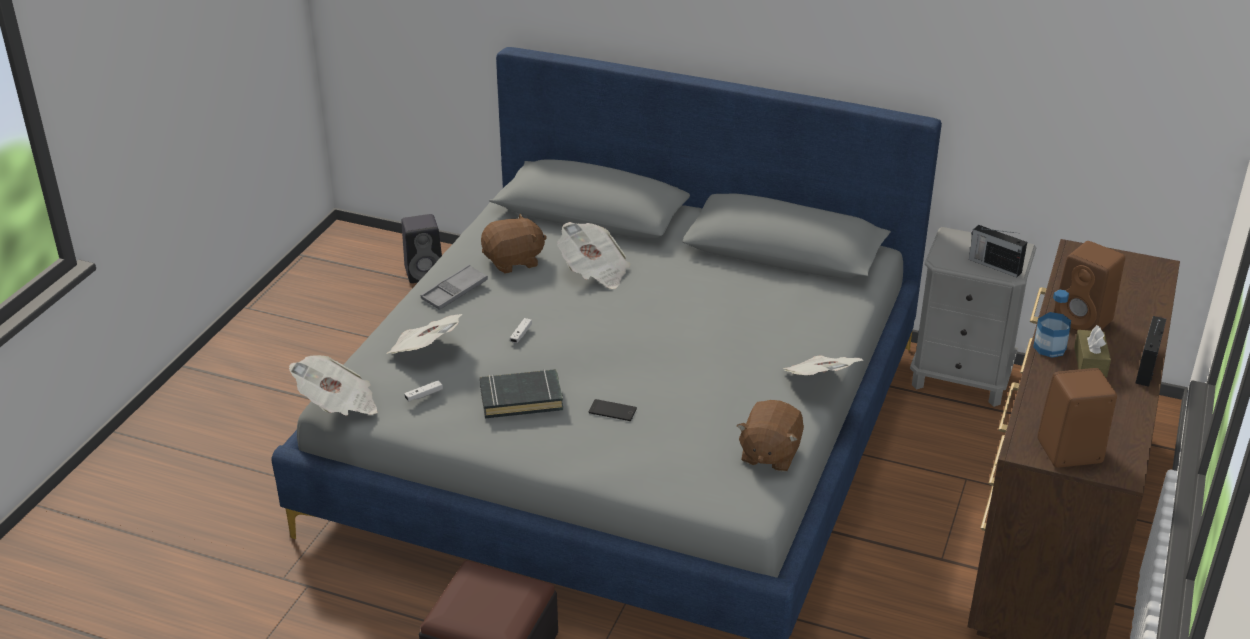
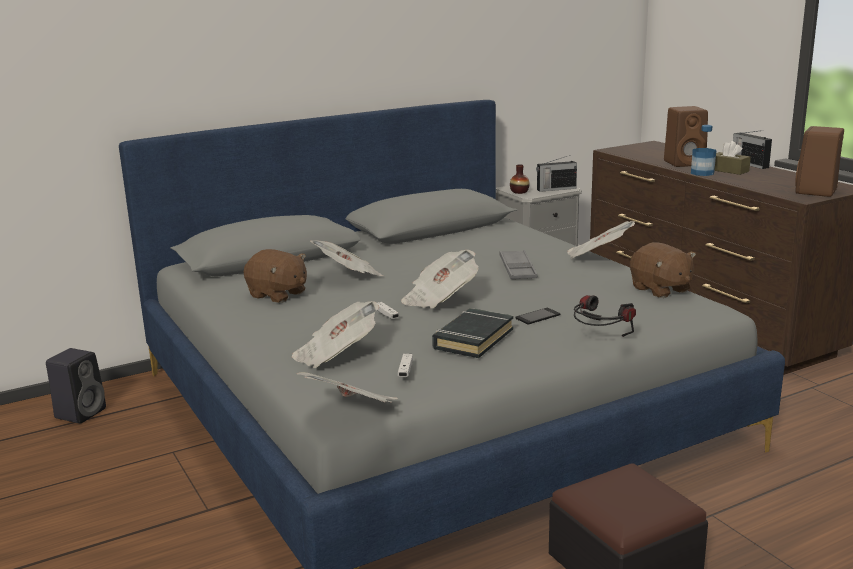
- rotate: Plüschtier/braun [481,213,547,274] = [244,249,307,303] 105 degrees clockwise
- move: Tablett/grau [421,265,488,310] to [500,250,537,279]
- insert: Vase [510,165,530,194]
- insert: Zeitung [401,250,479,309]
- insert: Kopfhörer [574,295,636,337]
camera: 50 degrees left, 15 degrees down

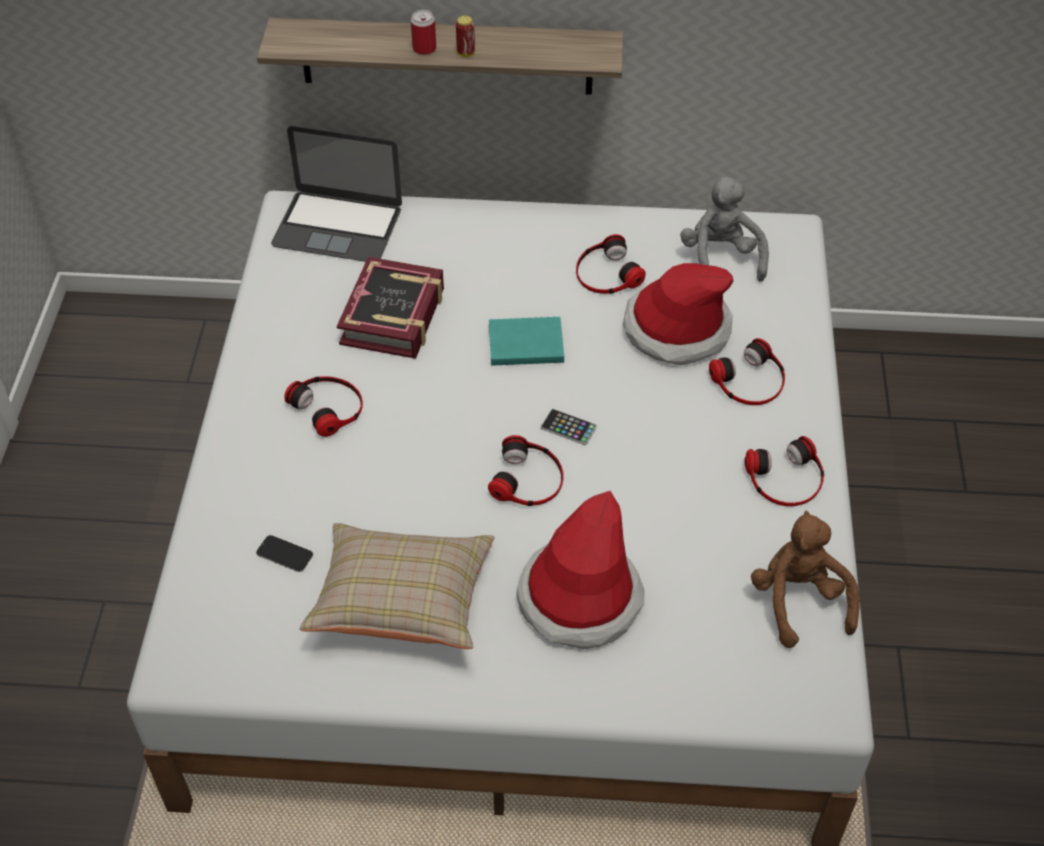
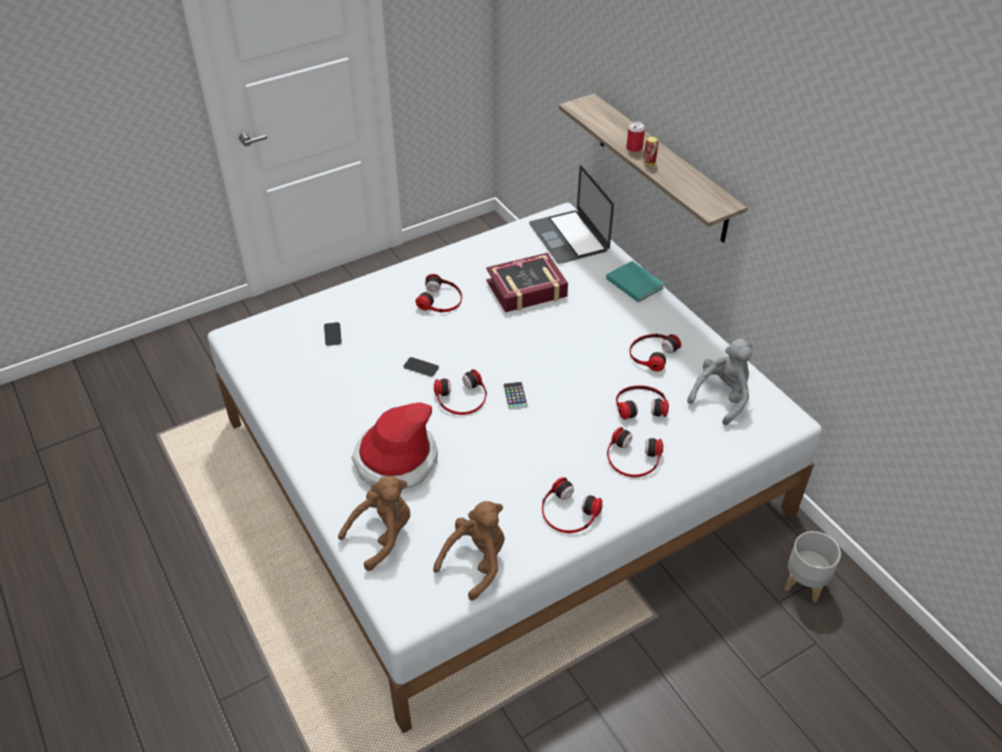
- replace: Hut [623,263,733,365] to Kopfhörer [616,385,669,420]
- move: Buch/türkis [489,317,564,366] to [606,261,664,302]
- delete: Kissen/beige [300,523,494,649]
- insert: Handy [403,357,439,377]
- insert: Plüschtier/braun [338,476,410,571]
- insert: Pflanzkübel/grau [784,531,841,602]
camera: 55 degrees right, 5 degrees down

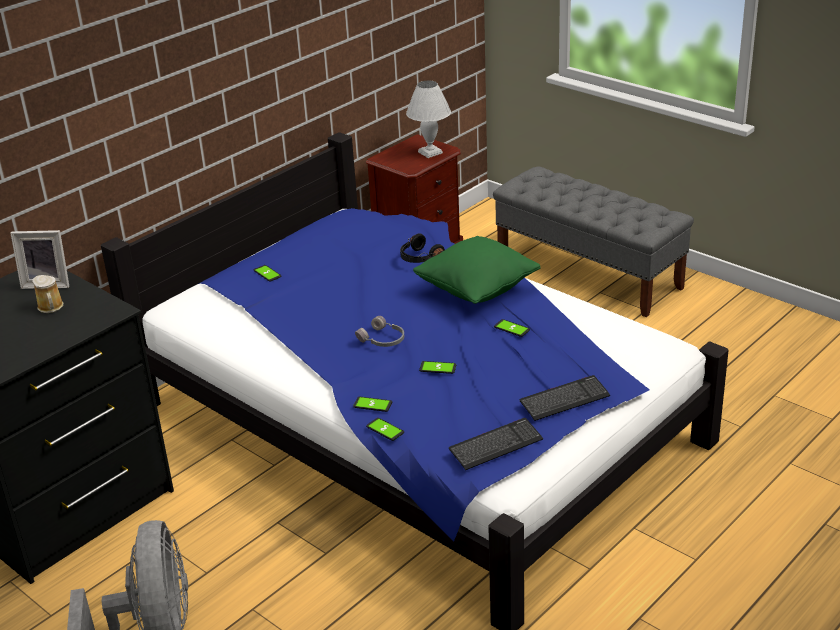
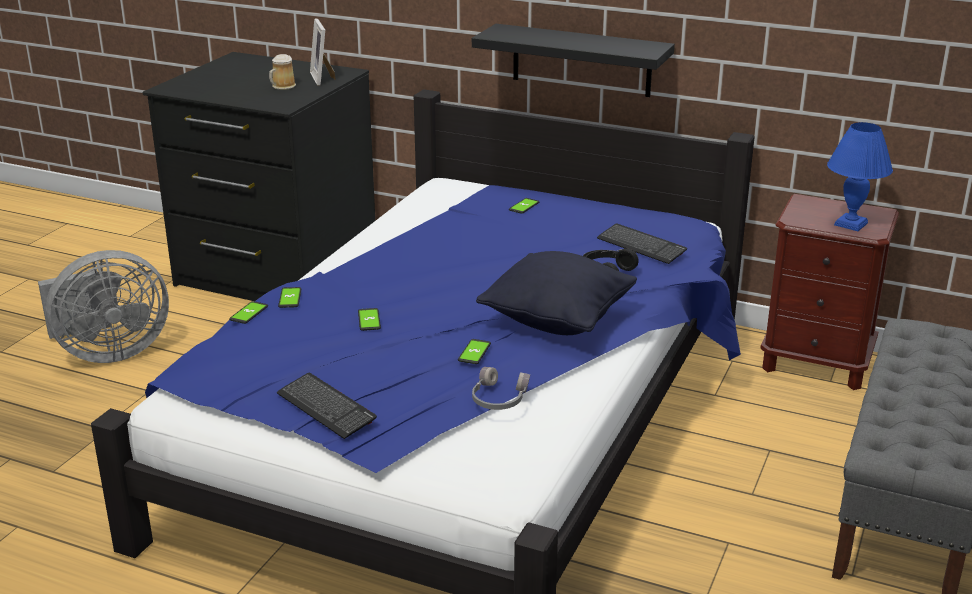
- recolor: Tischlampe/weiß [406,81,451,158] to Tischlampe/blau [827,122,893,231]
- recolor: Kissen/grün [413,236,541,304] to Kissen/schwarz [476,251,637,335]
- move: Kopfhörer/grau [355,316,404,347] to [472,367,530,410]
- move: Tastatur [449,418,543,470] to [597,223,687,264]
- insert: Wandregal/schwarz [472,24,675,97]
camera: 70 degrees right, 5 degrees down

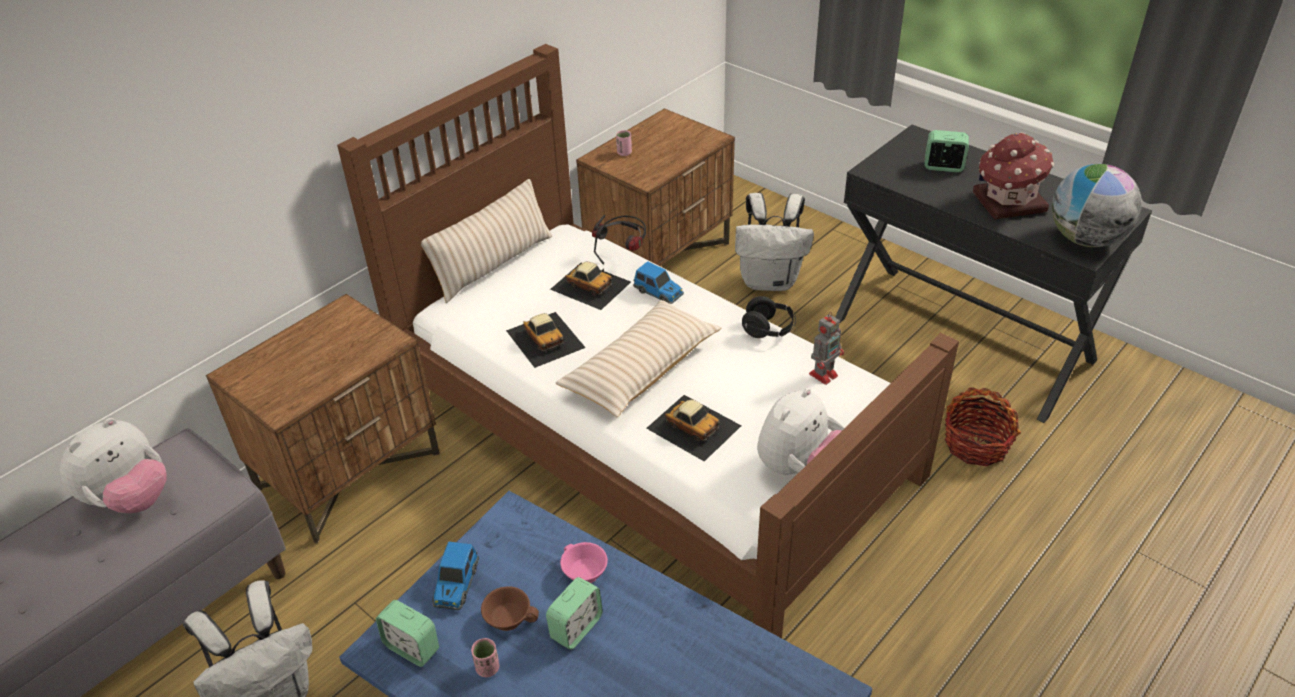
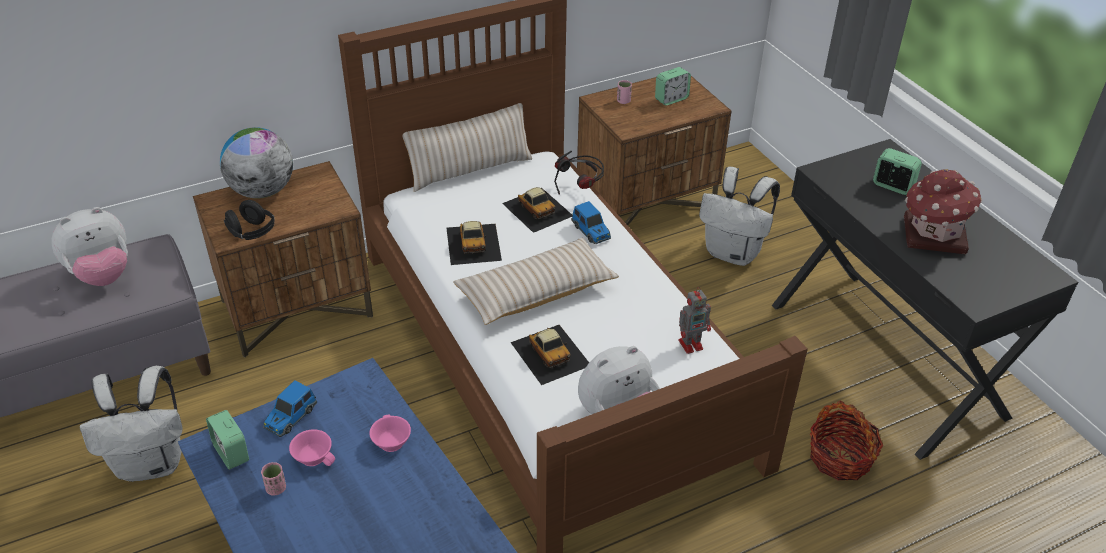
- move: Globus [1052,164,1142,247] to [220,127,293,199]
- move: Kopfhörer/schwarz [742,296,796,338] to [224,200,275,240]
- move: Wecker [546,577,603,650] to [655,67,691,106]
- recolor: Tasse/braun [481,586,539,631] to Tasse/rosa [289,429,335,466]
camera: 20 degrees right, 0 degrees up

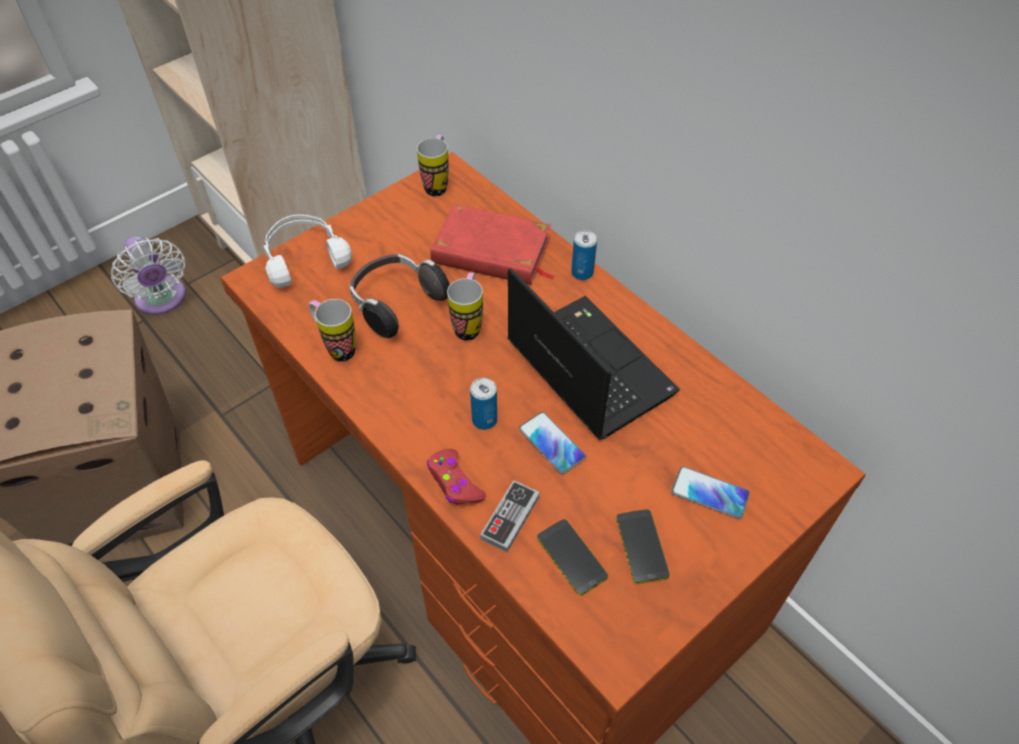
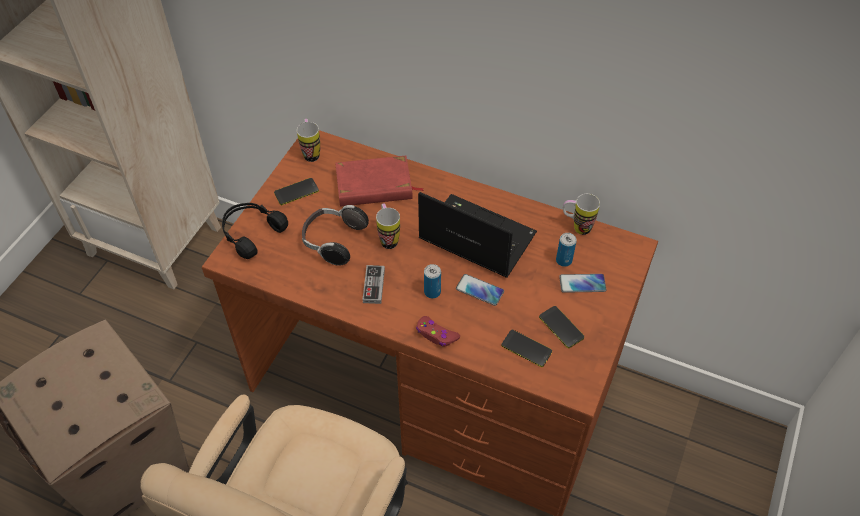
- recolor: Kopfhörer/weiß [264,214,352,288] to Kopfhörer/schwarz [222,203,288,259]
- move: Dose [571,230,597,280] to [556,233,577,267]
- delete: Ventilator/weiß [111,236,186,315]
- move: Henkelbecher [308,299,356,362] to [563,194,600,235]
- move: Gamepad [480,480,540,552] to [363,265,385,304]
- insert: Handy [274,178,319,205]
camera: 25 degrees left, 0 degrees up

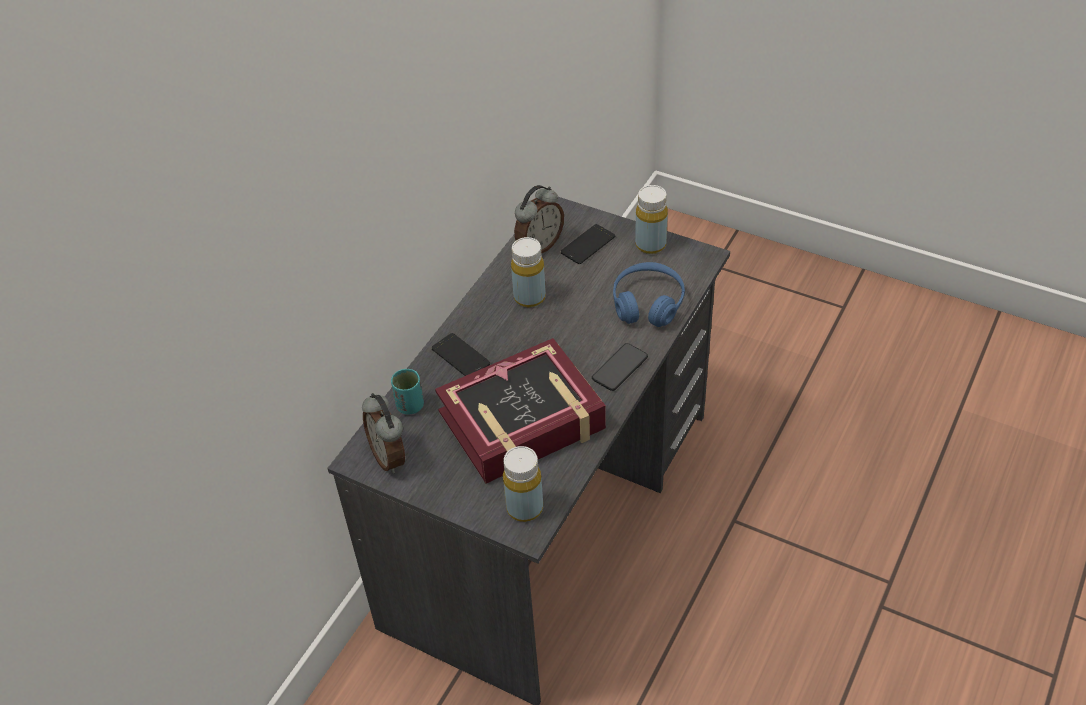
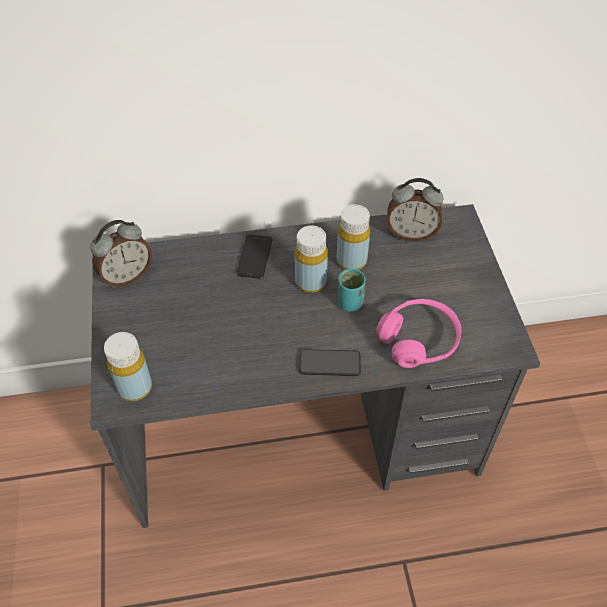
- move: Flasche/gelb [635,185,668,254] to [295,225,328,293]
- delete: Handy [561,224,615,264]
- recolor: Kopfhörer/blau [613,262,685,327] to Kopfhörer/rosa [376,299,461,368]
- delete: Buch [435,338,606,483]
- move: Tasse/türkis [391,369,424,415] to [338,269,366,311]
- rotate: Wecker [362,393,405,474] = [90,220,152,288] 150 degrees counterclockwise
camera: 50 degrees right, 5 degrees up

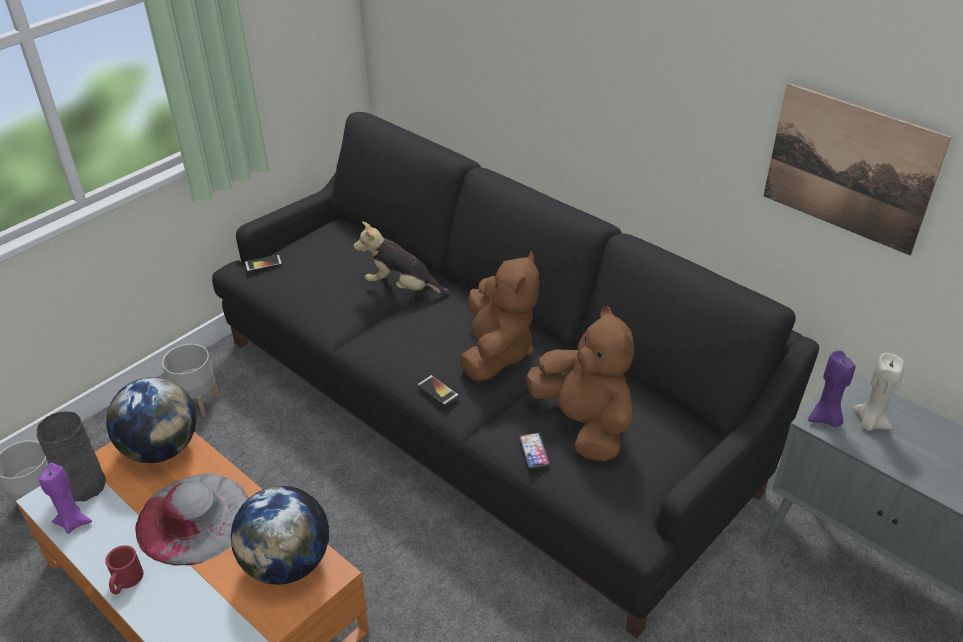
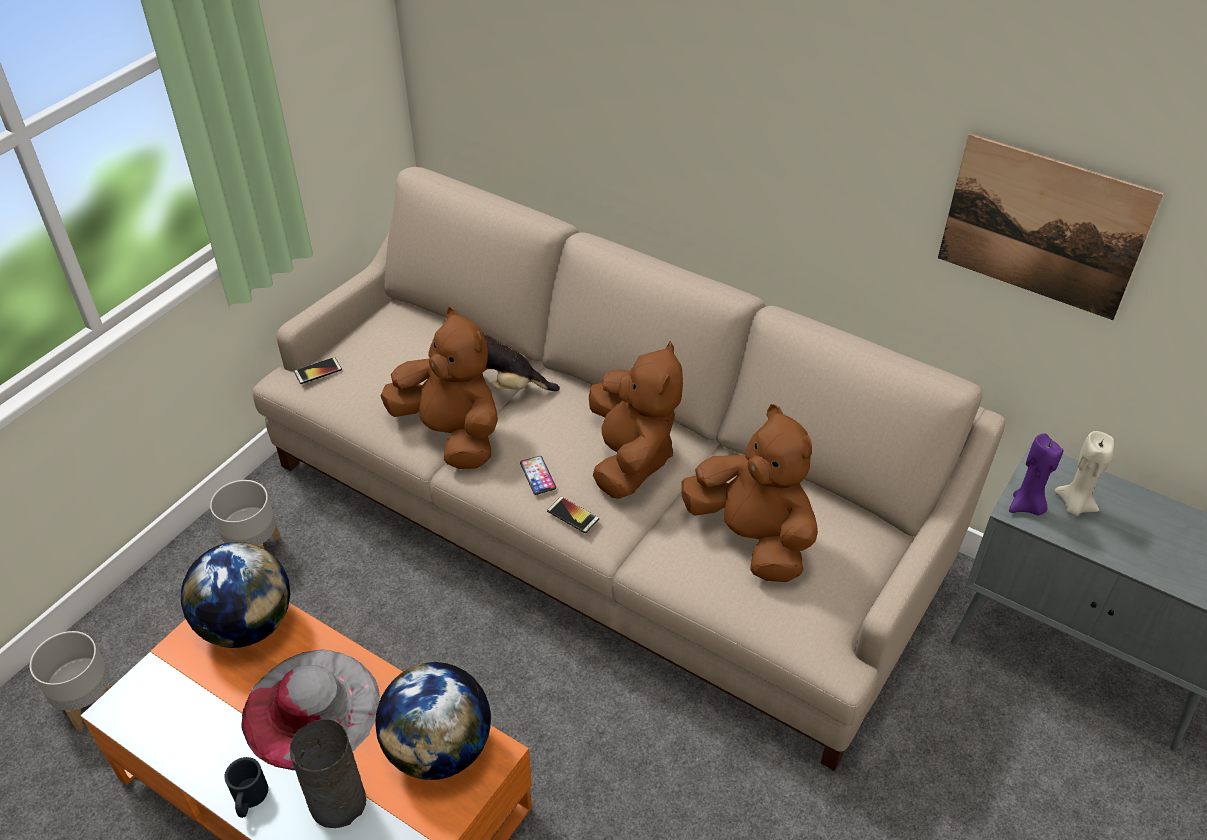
- recolor: Sofa/schwarz [212,112,819,638] to Sofa/beige [253,167,1005,771]
- move: Vase/grau [36,412,106,501] to [290,719,366,828]
- move: Handy [519,433,550,469] to [520,456,556,495]
- delete: Kerze/lila [39,463,92,534]
- recolor: Henkelbecher/rot [105,545,144,594] to Henkelbecher/schwarz [224,757,268,818]
- insert: Plüschtier/braun [381,307,498,469]
camera: 10 degrees left, 5 degrees up

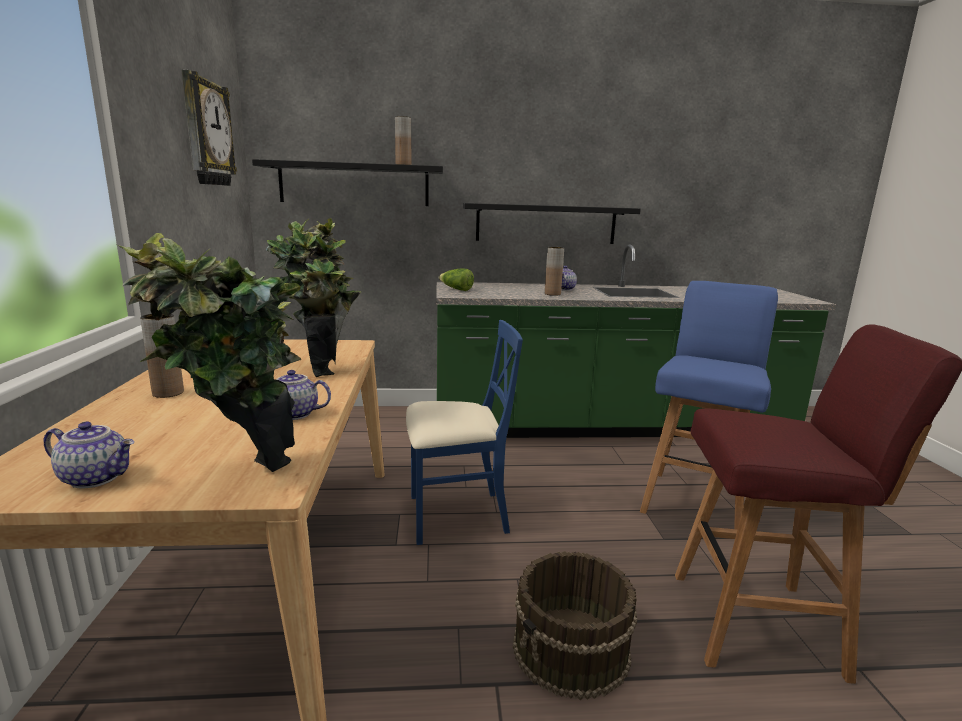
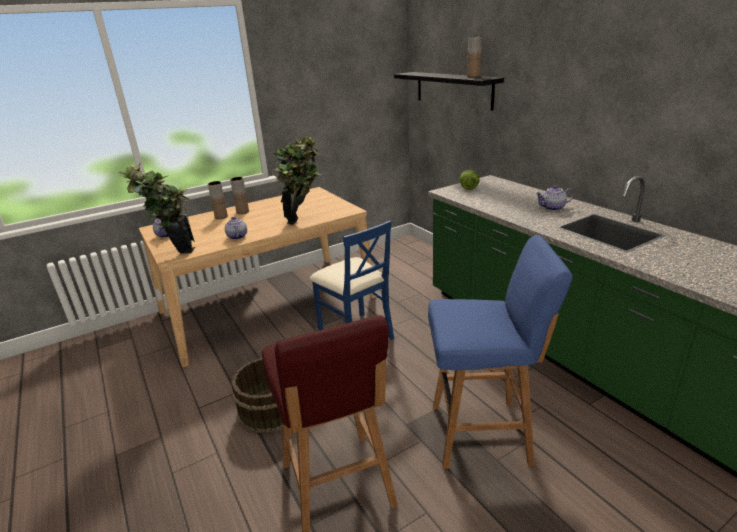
- delete: Wanduhr [181,70,237,186]
- delete: Wandregal/schwarz [463,203,641,244]
- move: Vase/braun [545,247,564,296] to [208,181,228,219]
camera: 65 degrees right, 10 degrees up

